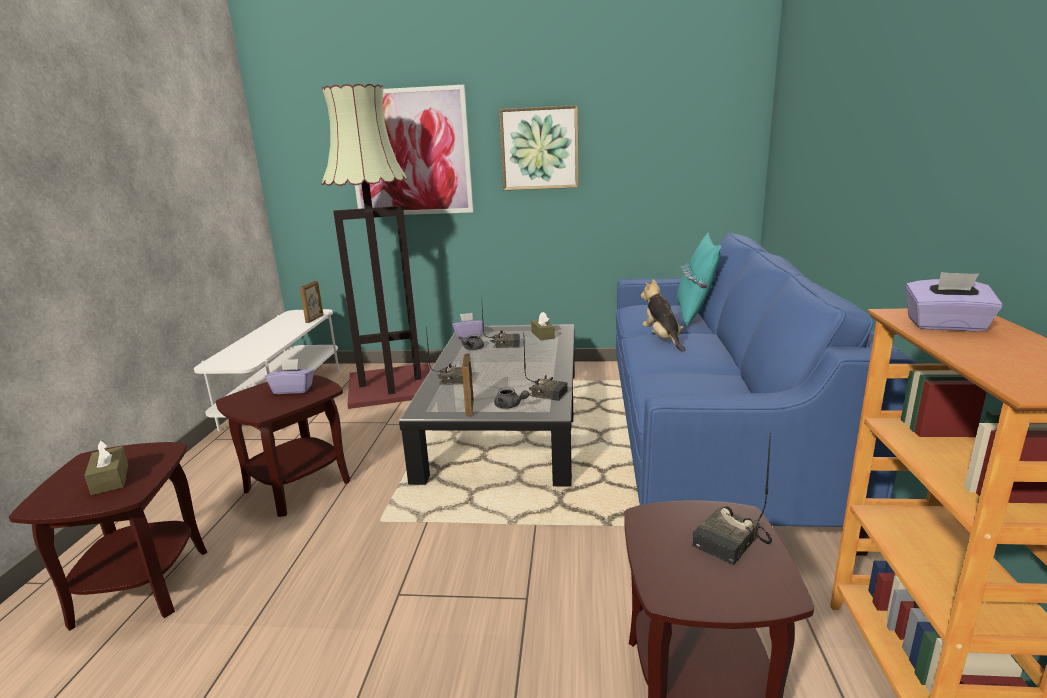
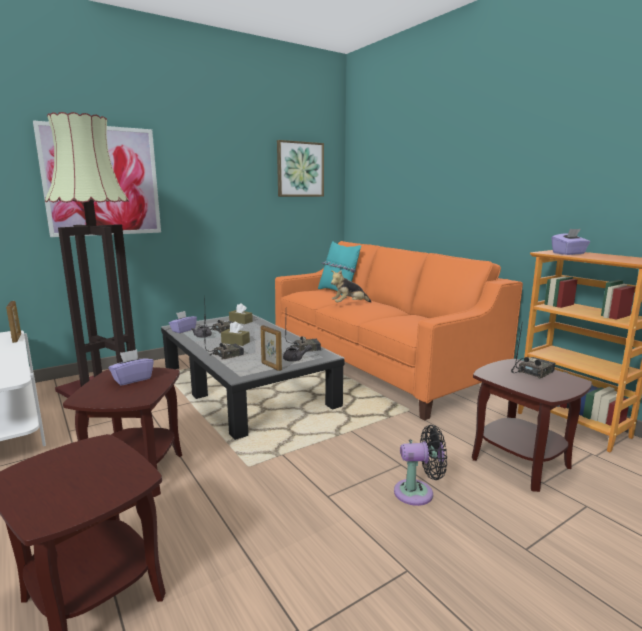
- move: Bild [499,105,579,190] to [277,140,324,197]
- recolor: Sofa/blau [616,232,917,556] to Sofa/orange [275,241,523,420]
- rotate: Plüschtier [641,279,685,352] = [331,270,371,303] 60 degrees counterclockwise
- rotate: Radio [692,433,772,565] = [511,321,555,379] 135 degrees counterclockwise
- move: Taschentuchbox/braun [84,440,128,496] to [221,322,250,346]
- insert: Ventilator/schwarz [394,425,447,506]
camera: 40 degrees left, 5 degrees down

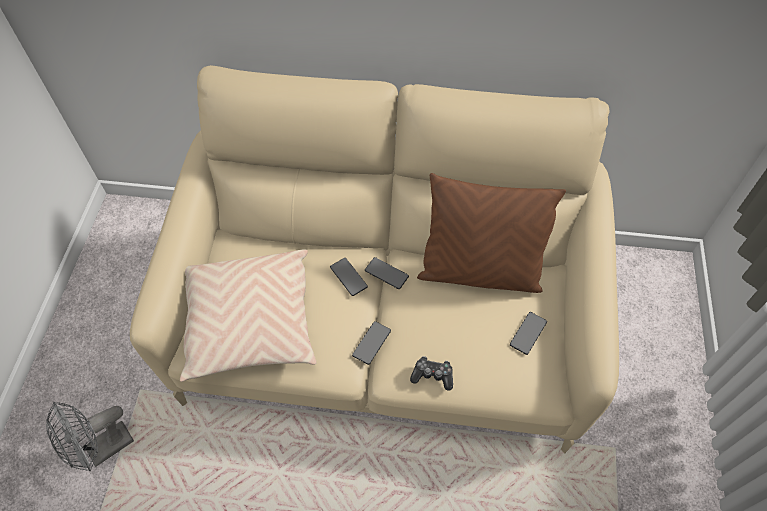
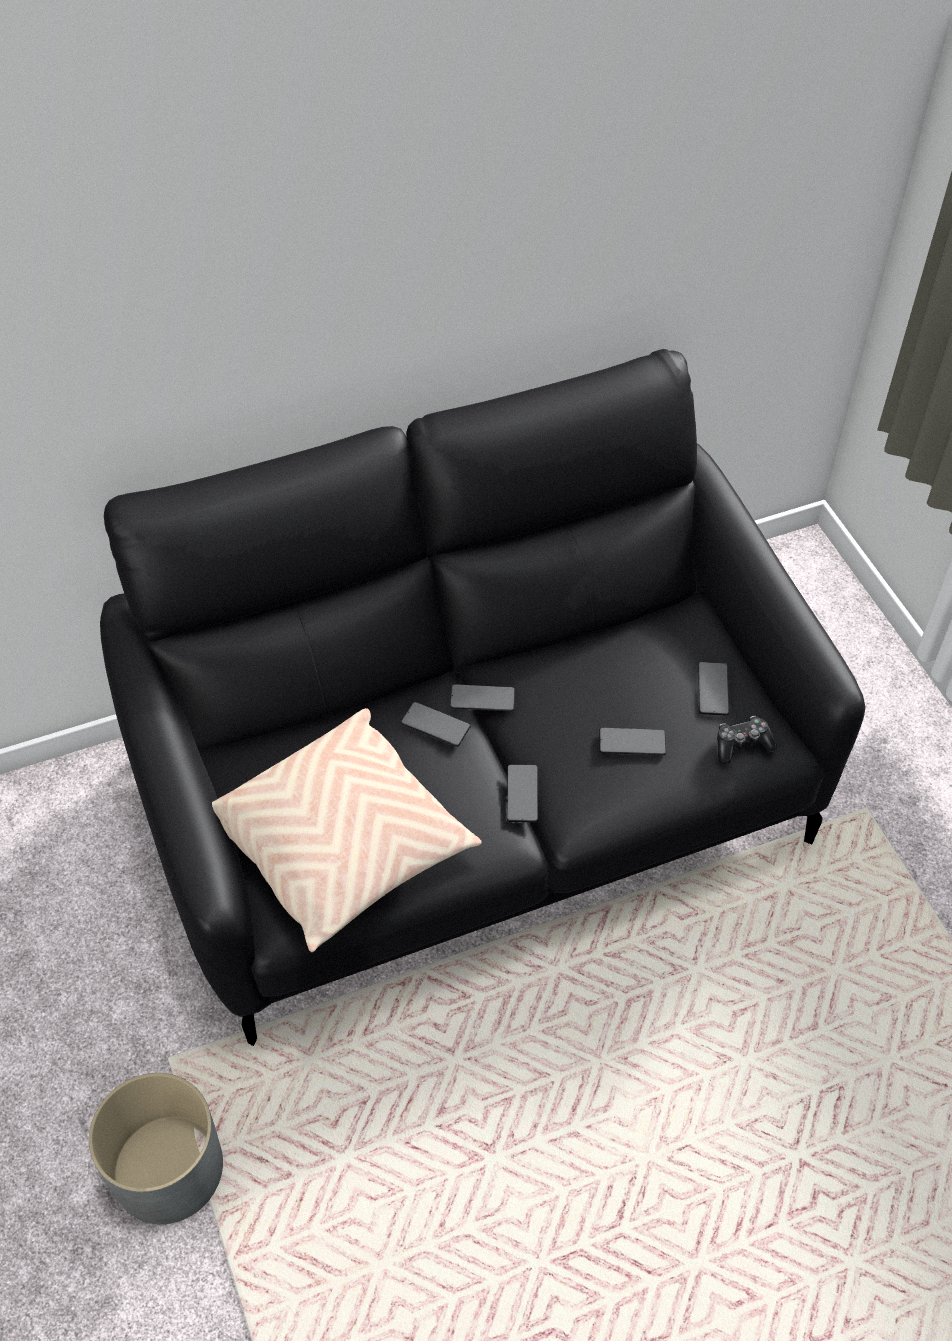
- recolor: Sofa/beige [130,65,619,454] to Sofa/schwarz [100,349,866,1046]
- delete: Kissen/braun [417,173,566,293]
- move: Gamepad [410,356,453,390] to [717,716,777,764]
- replace: Ventilator/grau [46,402,134,471] to Pflanzkübel/grau [89,1073,223,1224]
- insert: Handy [599,728,666,755]
camera: 30 degrees left, 5 degrees down

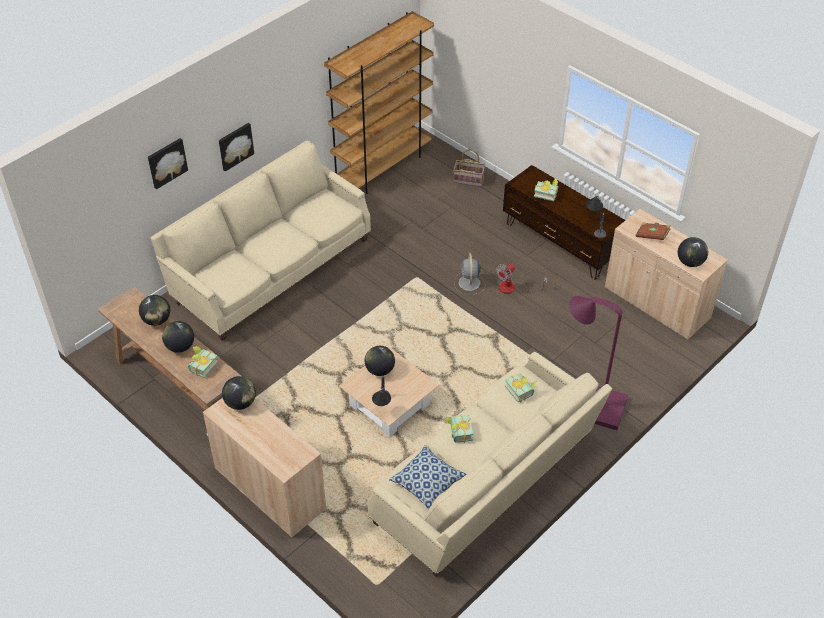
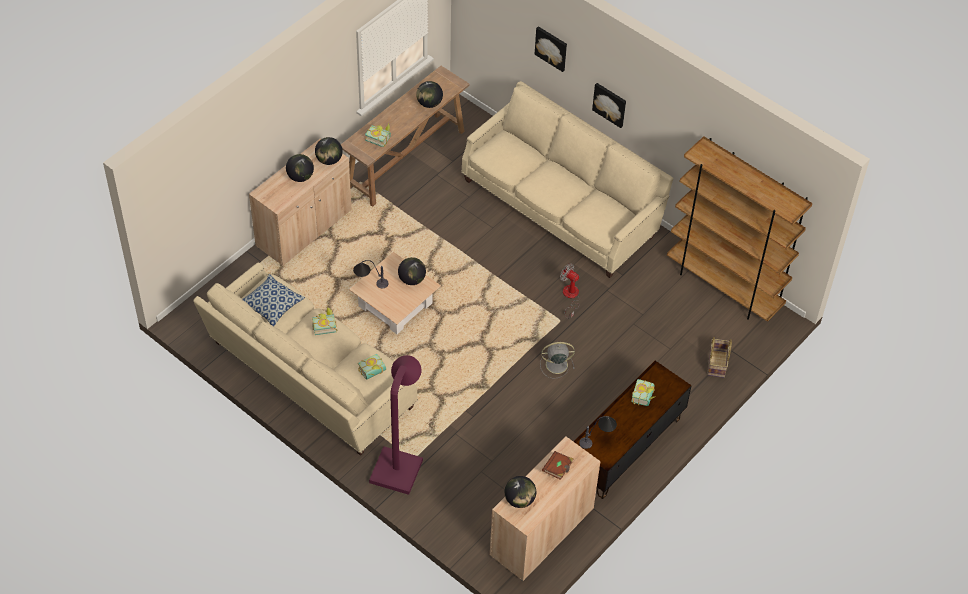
- move: Ventilator [496,263,548,294] to [560,264,580,319]
- move: Globus [162,321,194,353] to [286,154,314,182]
camera: 85 degrees right, 5 degrees up

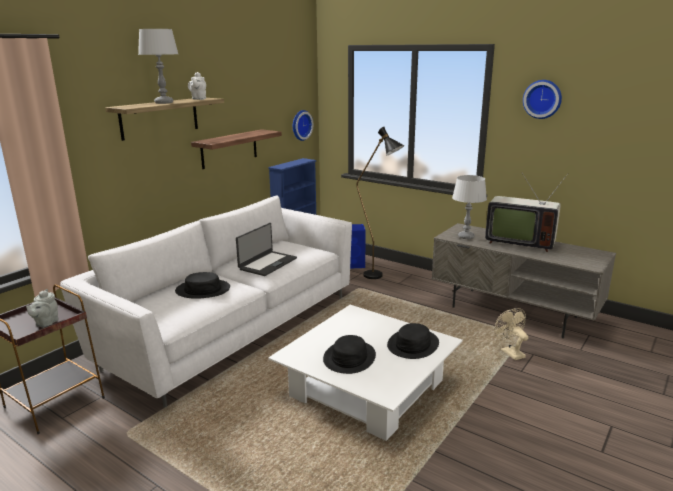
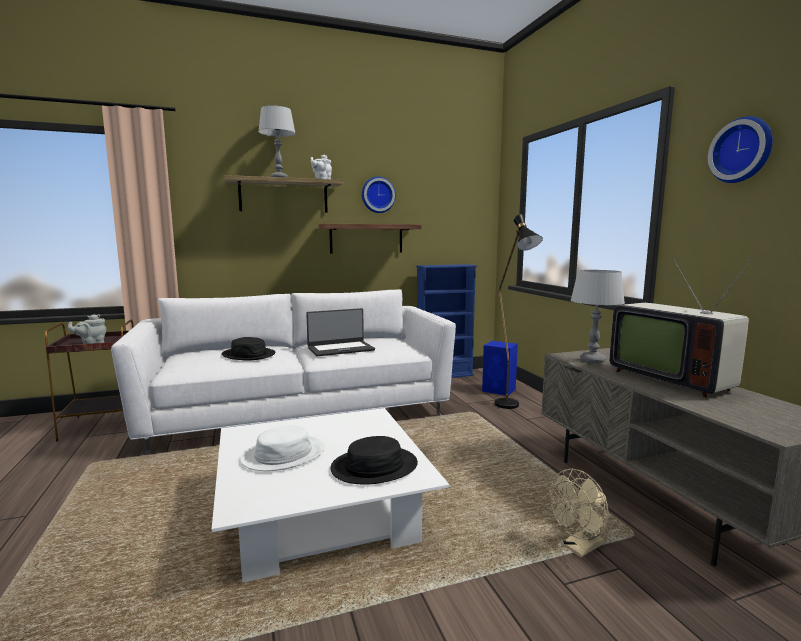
- move: Wanduhr [293,110,314,141] to [362,177,396,213]
- rotate: Ventilator/beige [494,308,528,360] = [549,469,609,557] 135 degrees counterclockwise
- recolor: Hut/schwarz [323,335,376,374] to Hut/weiß [240,425,325,471]
camera: 35 degrees right, 10 degrees down

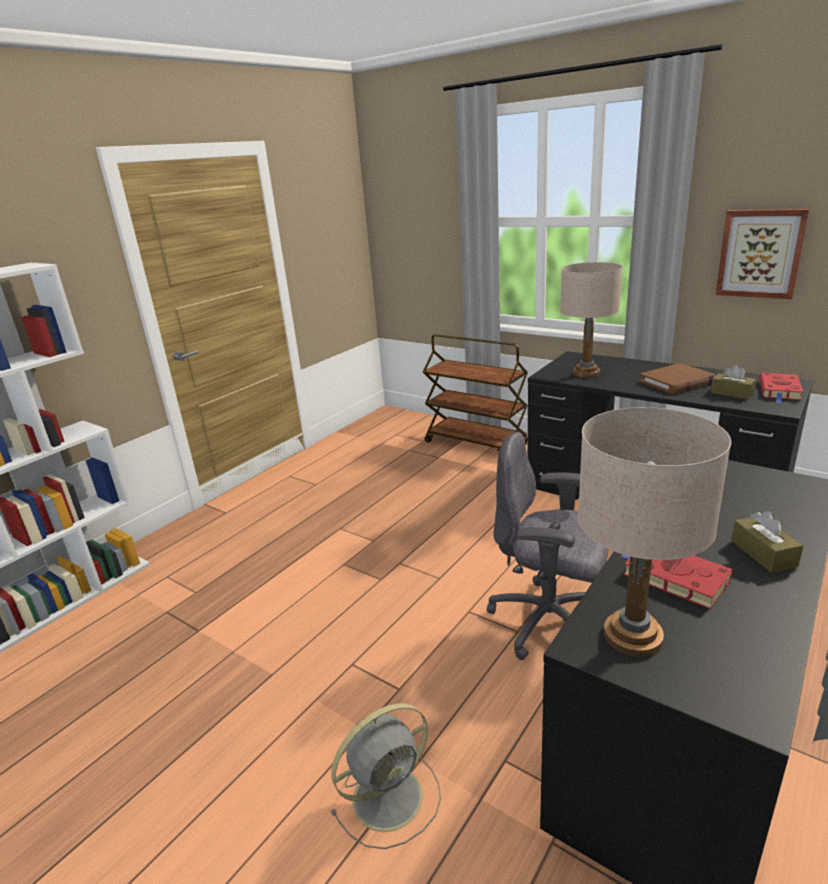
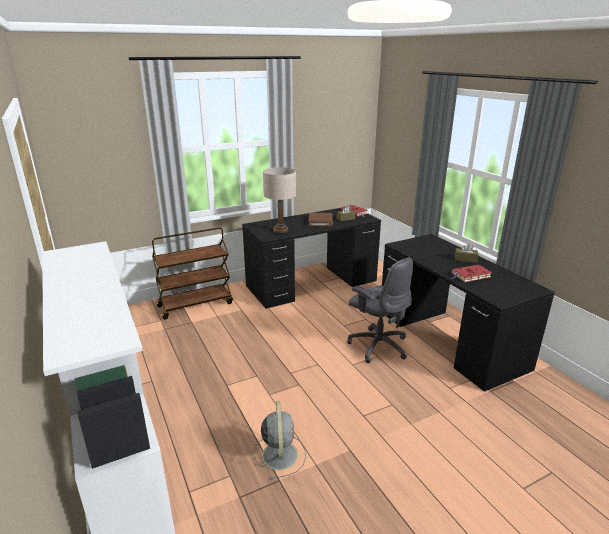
- delete: Bild [715,209,810,299]
- delete: Tischlampe/beige [578,407,731,657]
- rotate: Bürostuhl/grau [487,432,609,660] = [347,258,413,363] 90 degrees counterclockwise
- move: Ventilator/grau [331,703,441,849] to [253,401,306,479]
camera: 65 degrees left, 0 degrees up

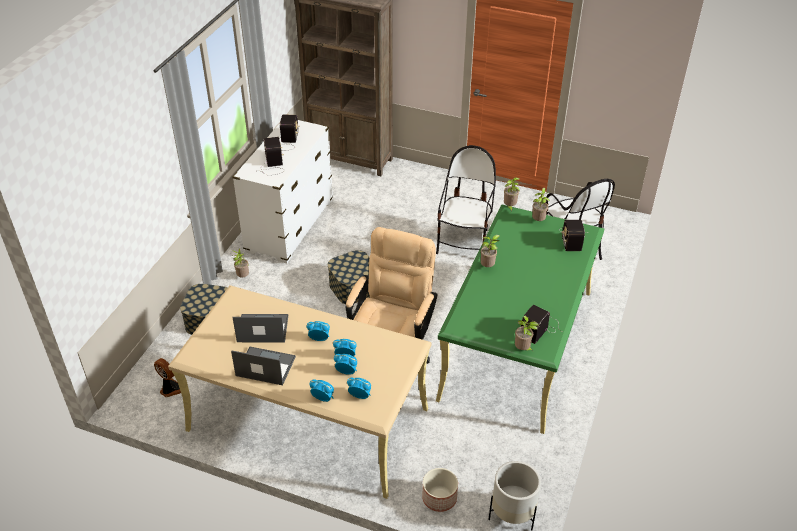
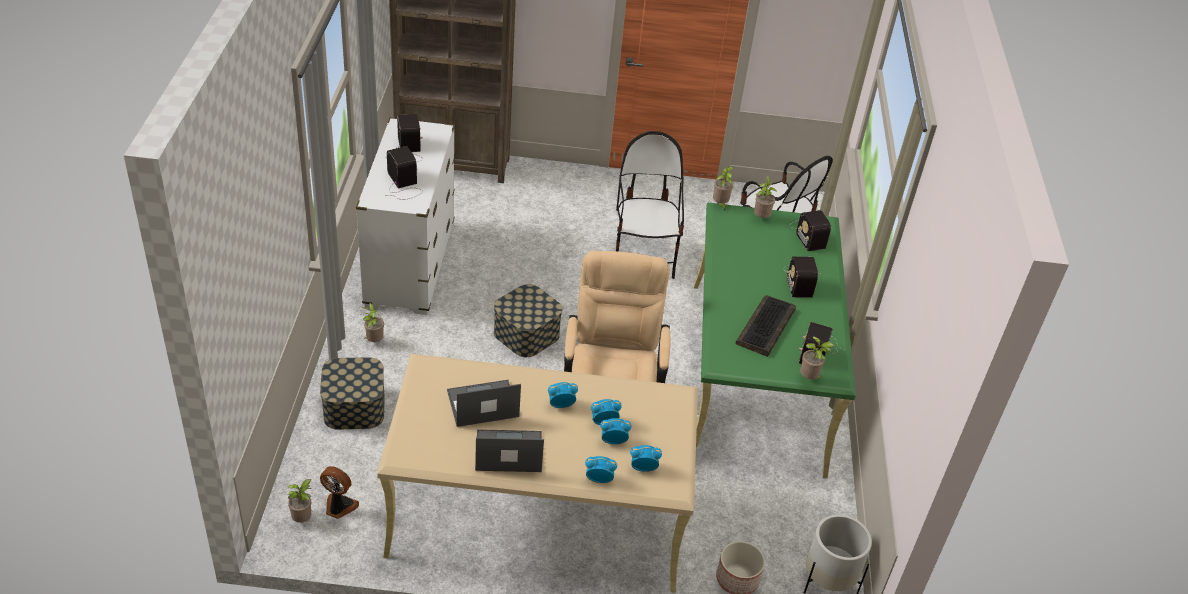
- move: Topfpflanze [481,235,500,267] to [288,479,311,523]
- insert: Radio [783,256,819,298]
- insert: Tastatur [735,295,796,357]
camera: 20 degrees left, 0 degrees up

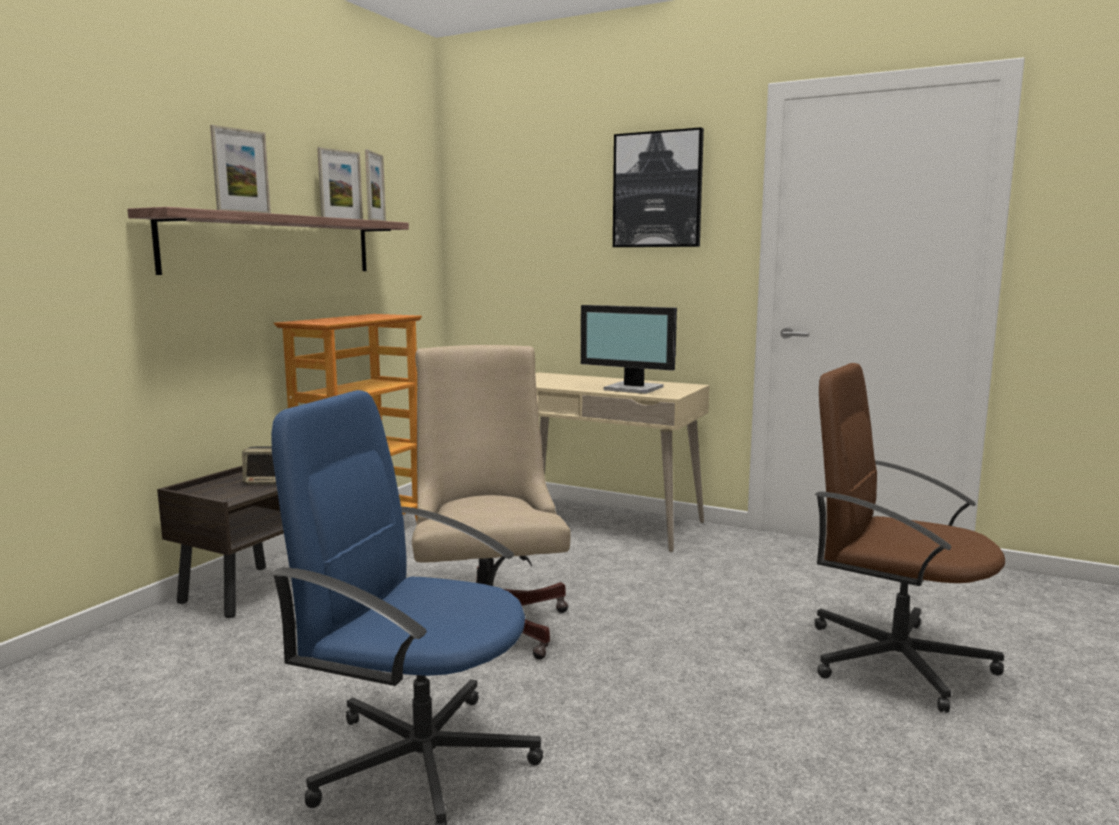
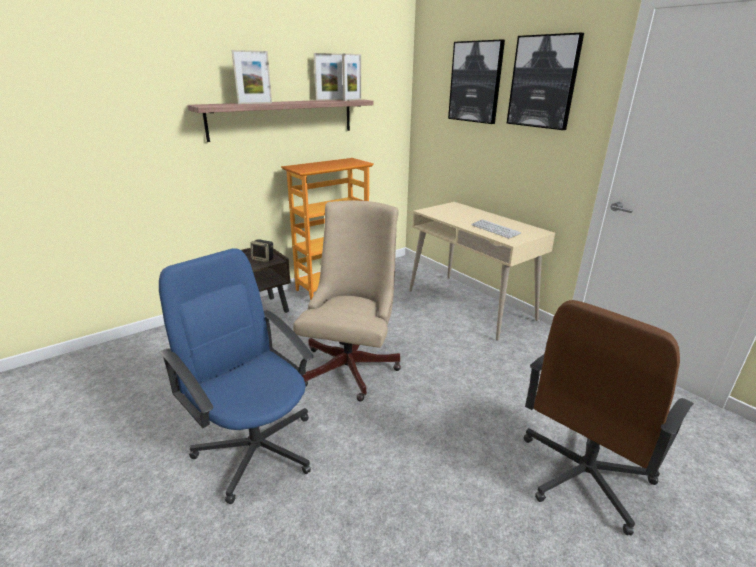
- replace: Monitor [581,305,677,394] to Tastatur [471,220,521,238]
- rotate: Bürostuhl/braun [815,363,1005,713] = [524,300,694,536] 105 degrees counterclockwise
- insert: Bild [448,39,505,124]
camera: 25 degrees right, 15 degrees up

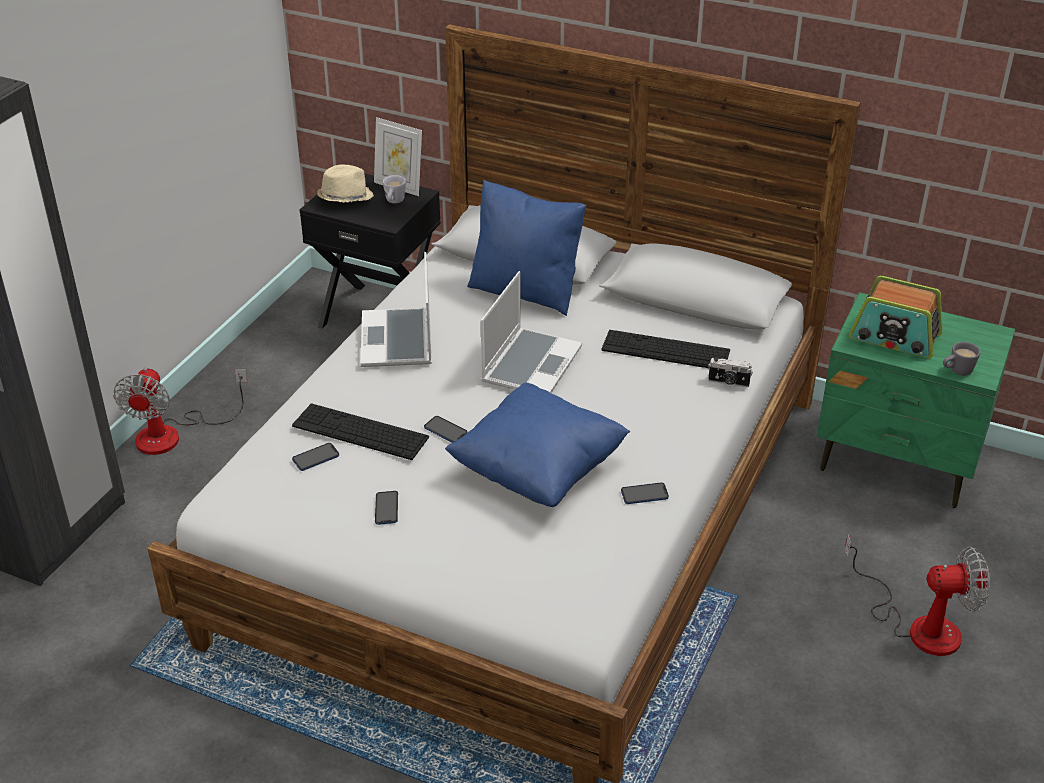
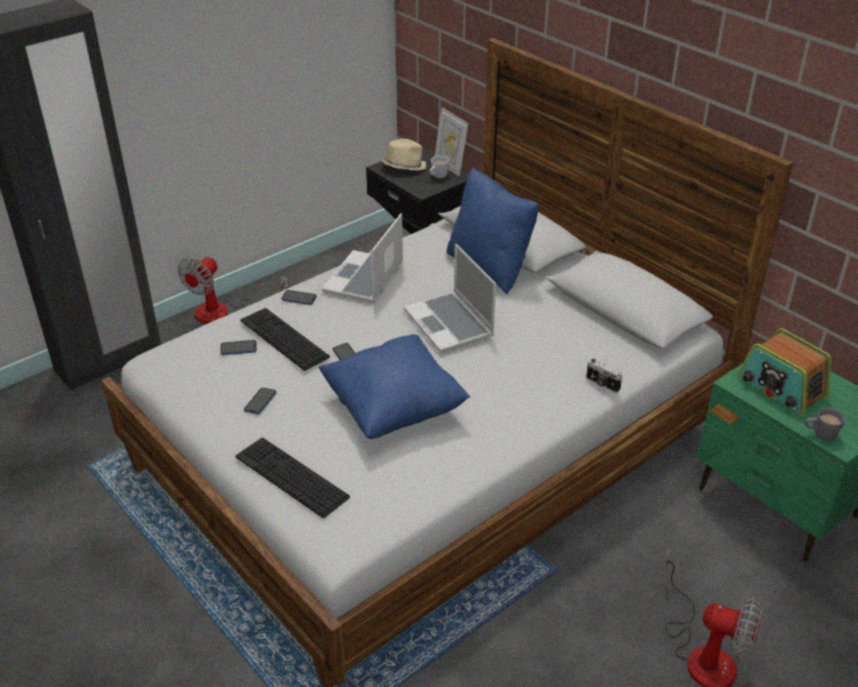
- rotate: Laptop [481,271,582,393] = [404,244,496,352] 105 degrees clockwise
- move: Tastatur [601,330,730,368] to [235,438,350,518]
- move: Handy [621,482,669,504] to [281,290,317,305]
camera: 25 degrees right, 0 degrees up

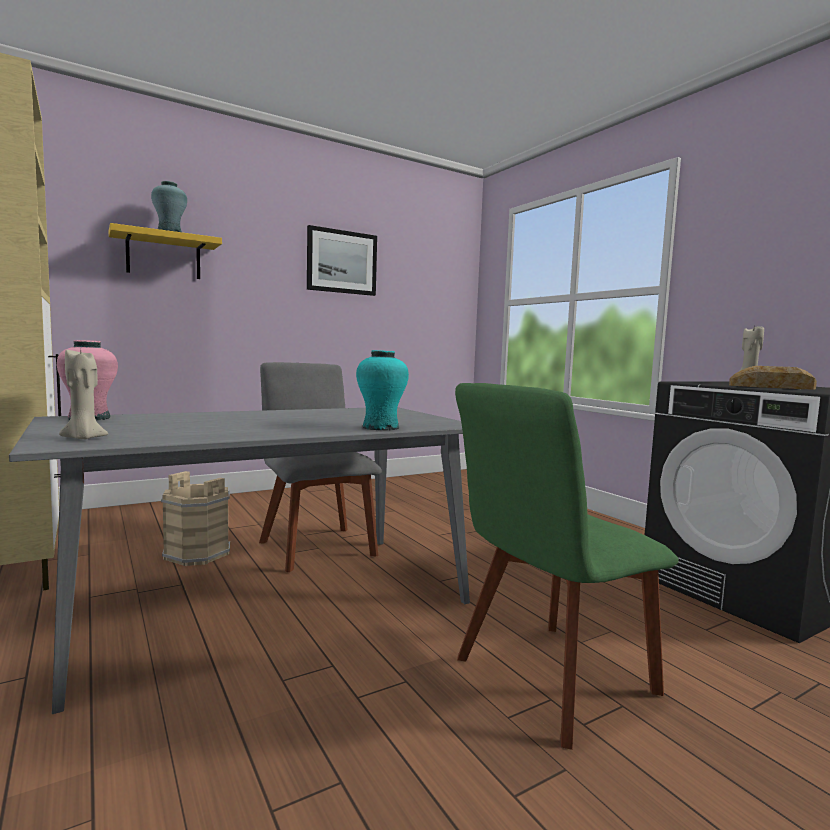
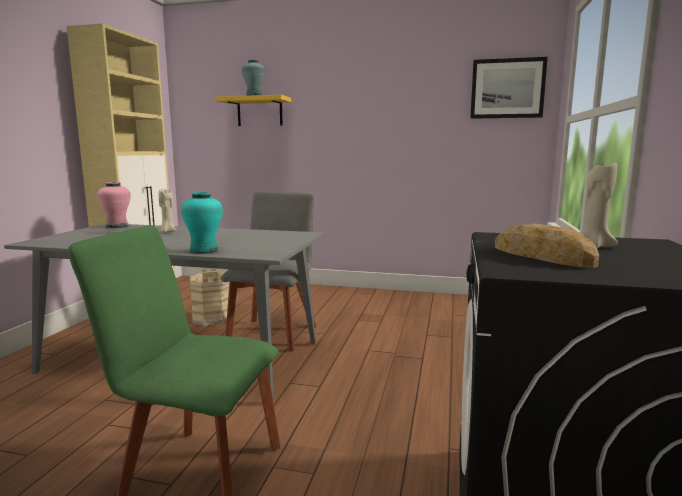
- move: Bild [307,225,377,296] to [470,57,548,119]
- move: Kerze/beige [59,350,108,439] to [159,189,177,232]
camera: 45 degrees right, 5 degrees up

